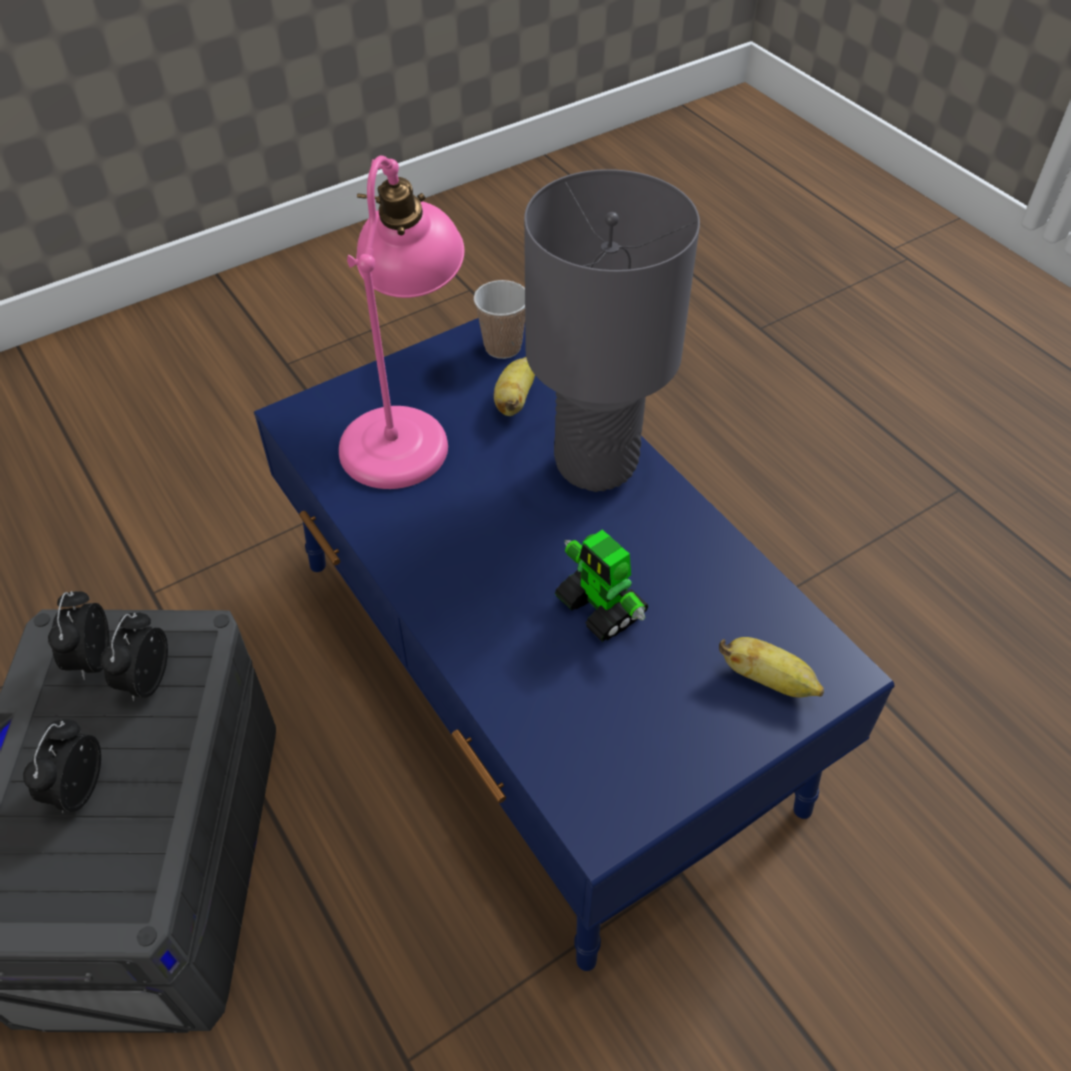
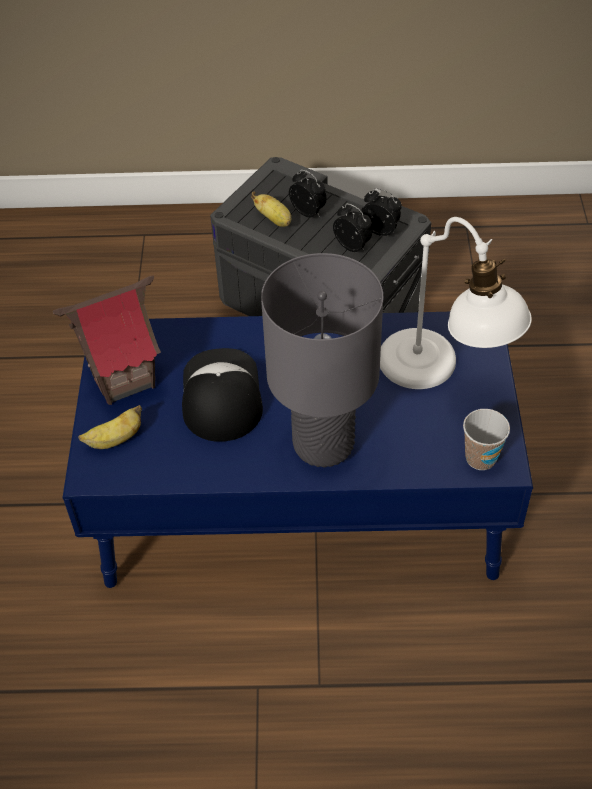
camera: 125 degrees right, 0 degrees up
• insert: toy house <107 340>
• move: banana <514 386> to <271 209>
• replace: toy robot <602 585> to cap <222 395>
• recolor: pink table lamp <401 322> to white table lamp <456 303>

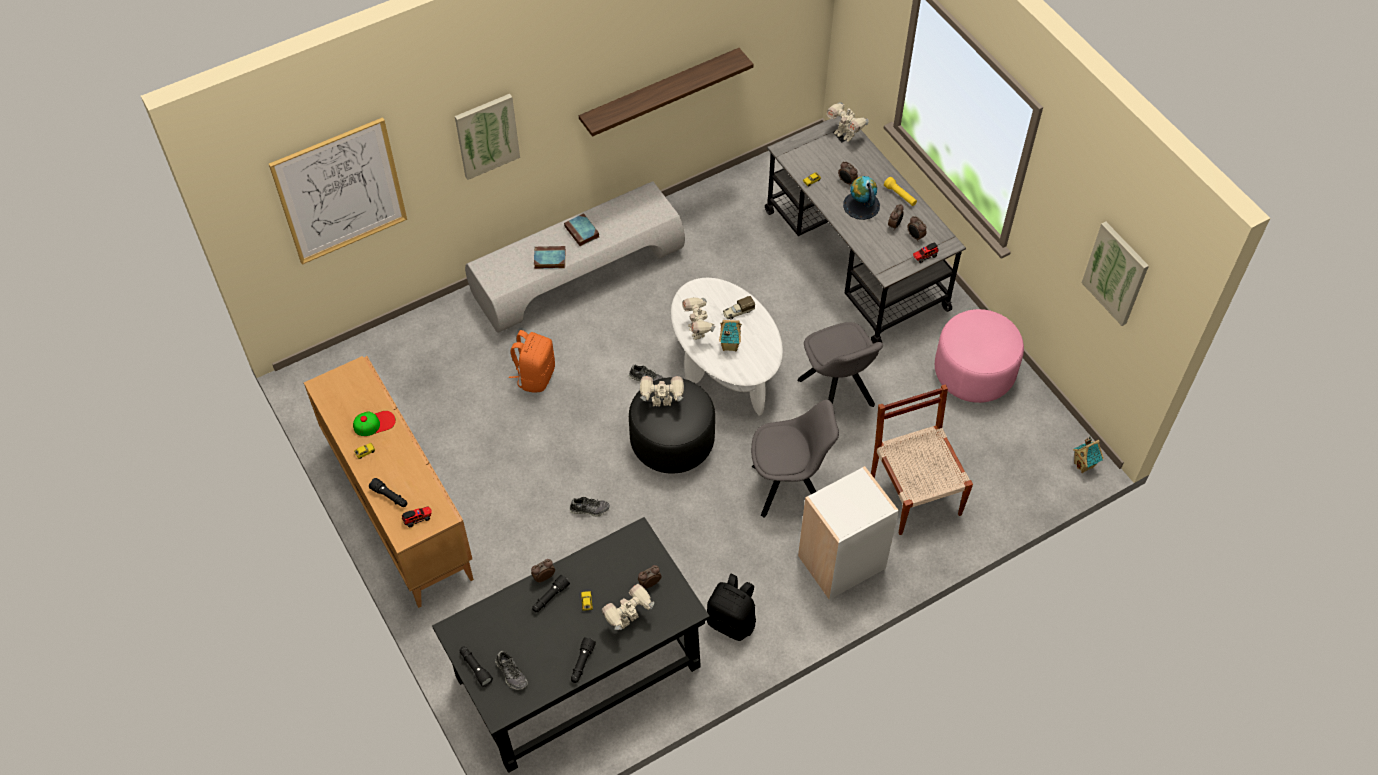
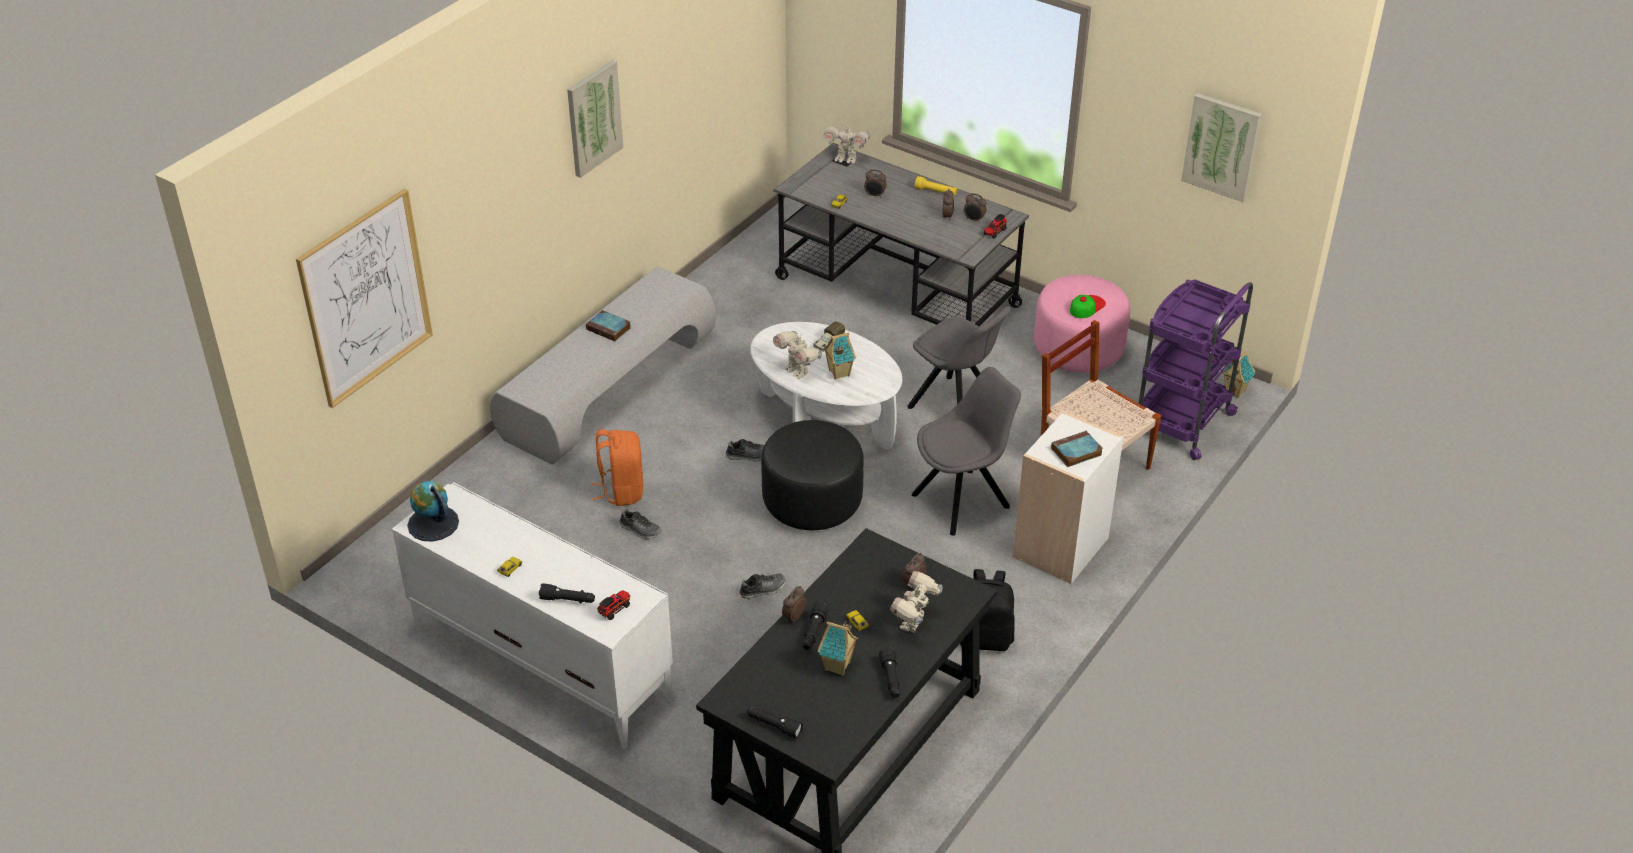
camera: 25 degrees left, 15 degrees down
• delete: shelf <666 92>
• delete: toy robot <662 391>
• insert: toy house <838 648>
• insert: purple cart <1194 369>
• move: cap <374 423> to <1088 306>
• move: picture <487 137> to <595 119>
• move: shoe <511 670> to <640 524>
• move: book <549 257> to <1077 449>
• move: globe <861 198> to <433 511>
• recolor: brown dresser <389 482> to white dresser <532 615>

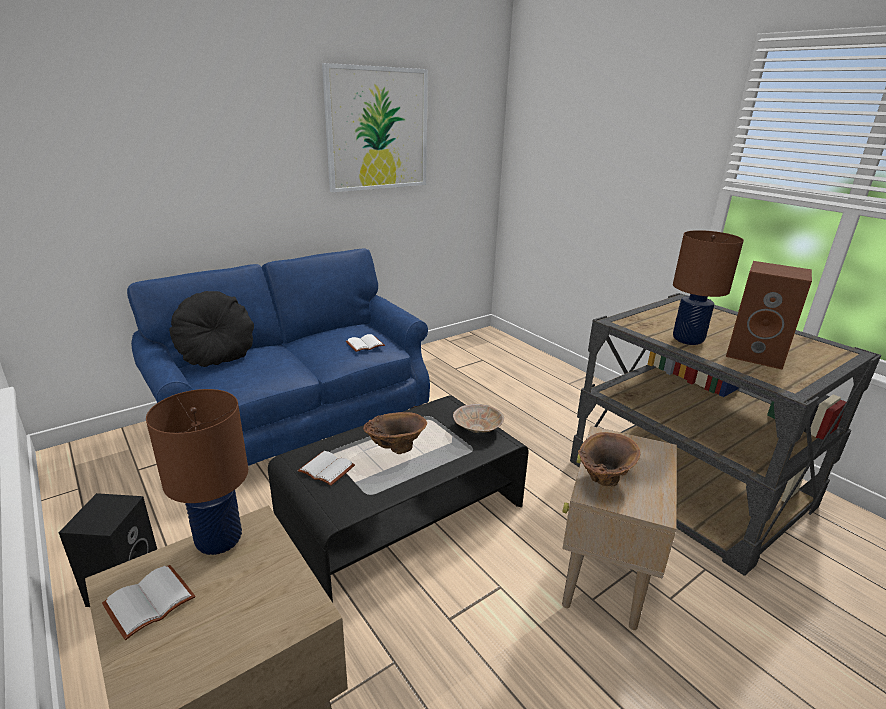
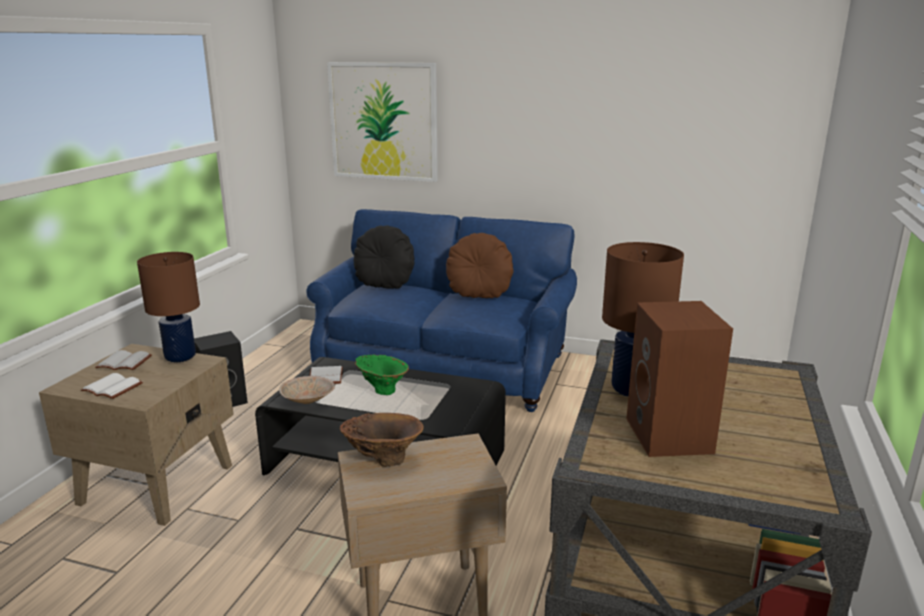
camera: 55 degrees right, 5 degrees down
• insert: brown pillow <479 265>
• move: picture <375 127> to <382 122>
• move: white book <365 343> to <112 386>
• move: beige bowl <478 418> to <307 390>
• recolor: brown vase <395 433> to green vase <382 374>

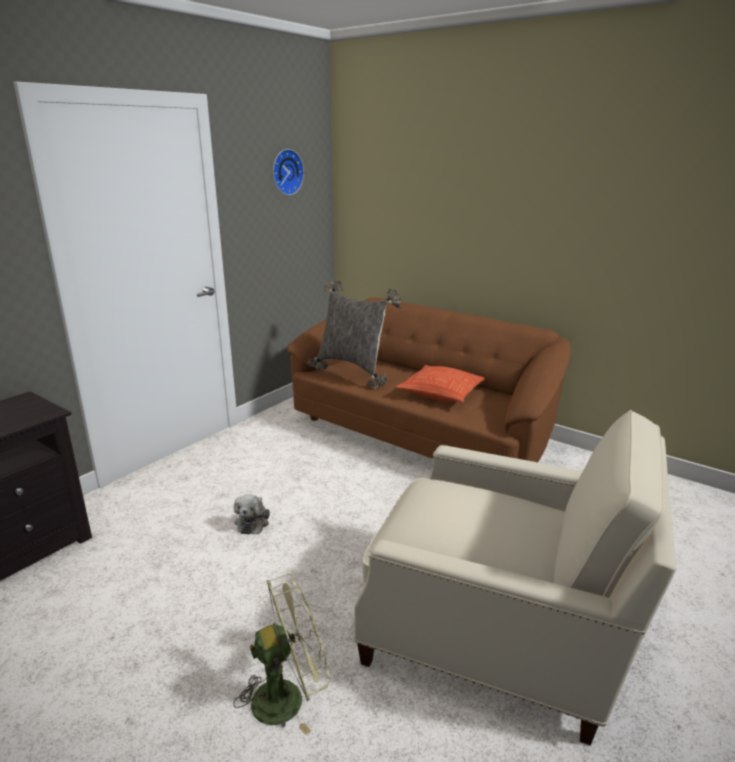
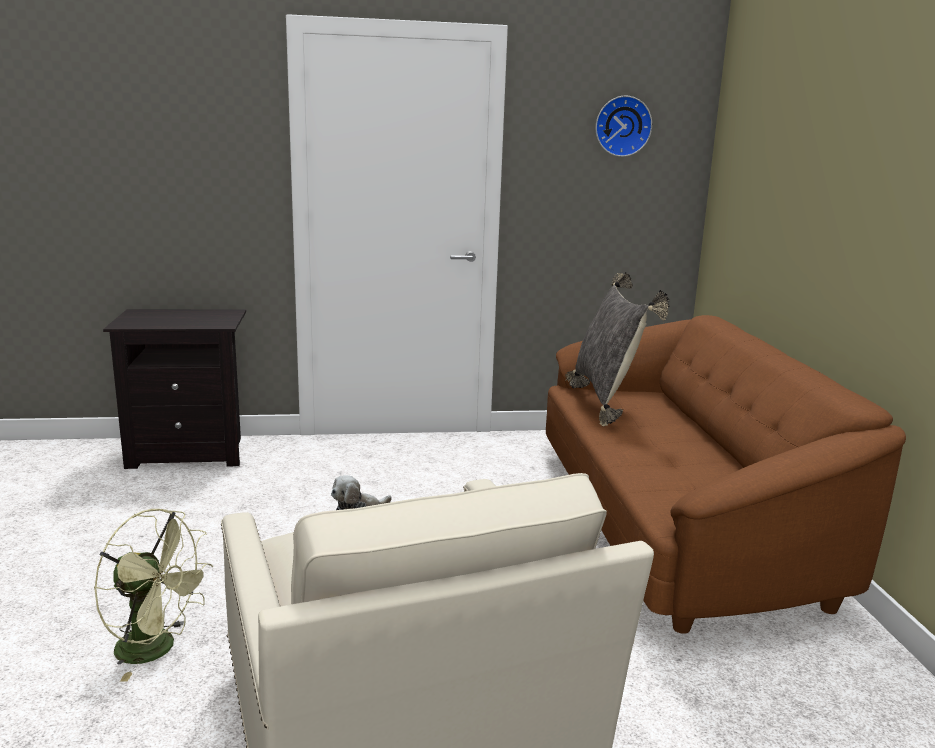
camera: 45 degrees right, 5 degrees down
• delete: orange pillow <440 384>

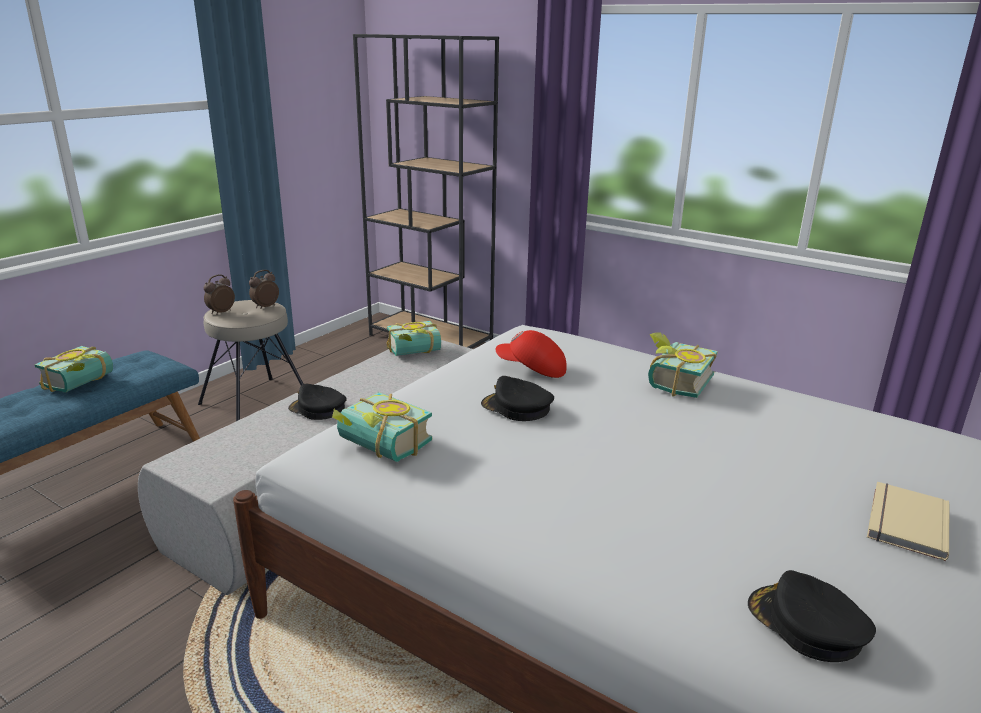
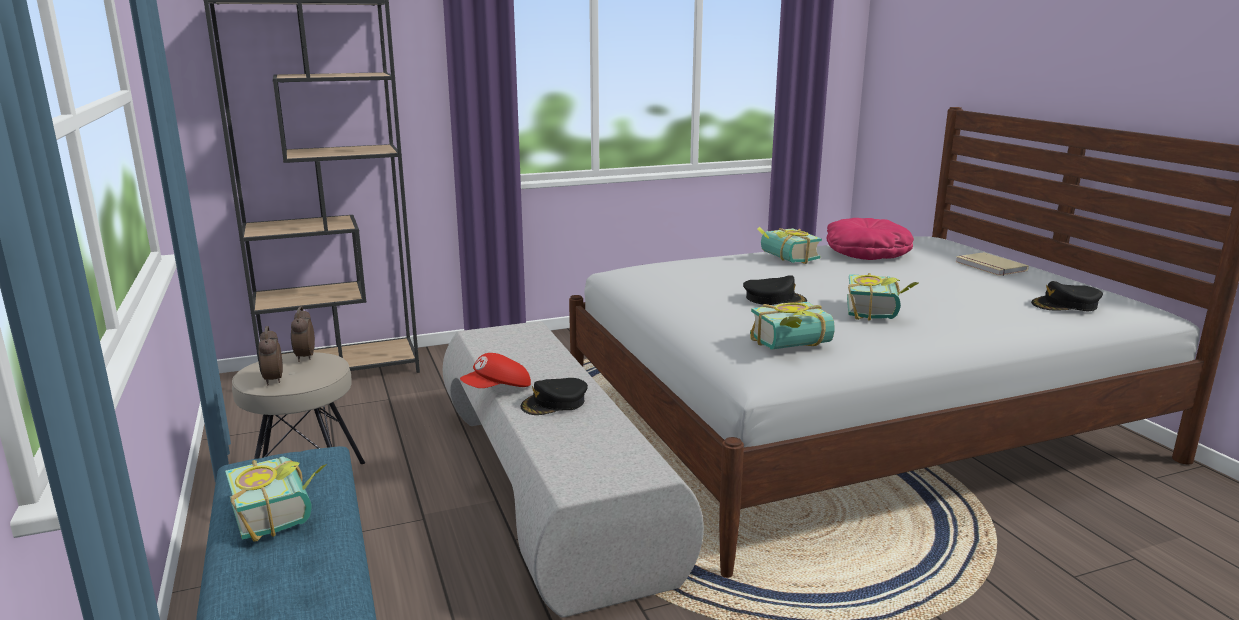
camera: 55 degrees left, 5 degrees down
• insert: pink pillow <870 239>
• move: book <414 338> to <883 297>
• move: red cap <531 354> to <495 370>
• rotate: black cap <517 398> = <775 290> 150 degrees counterclockwise

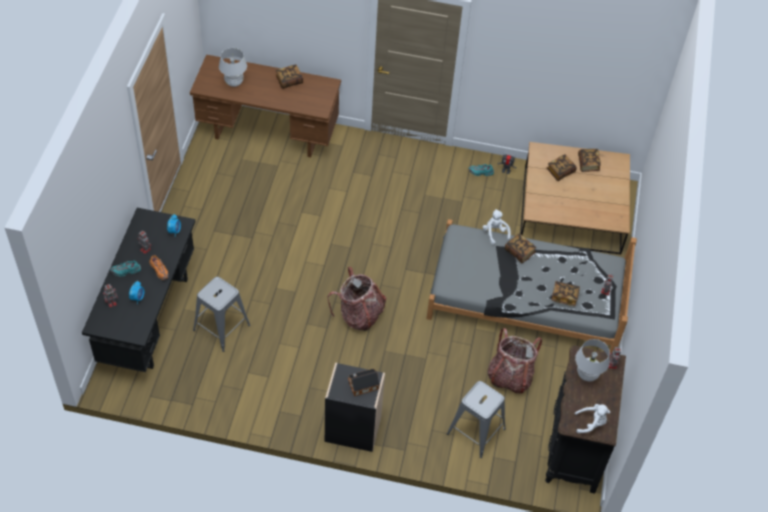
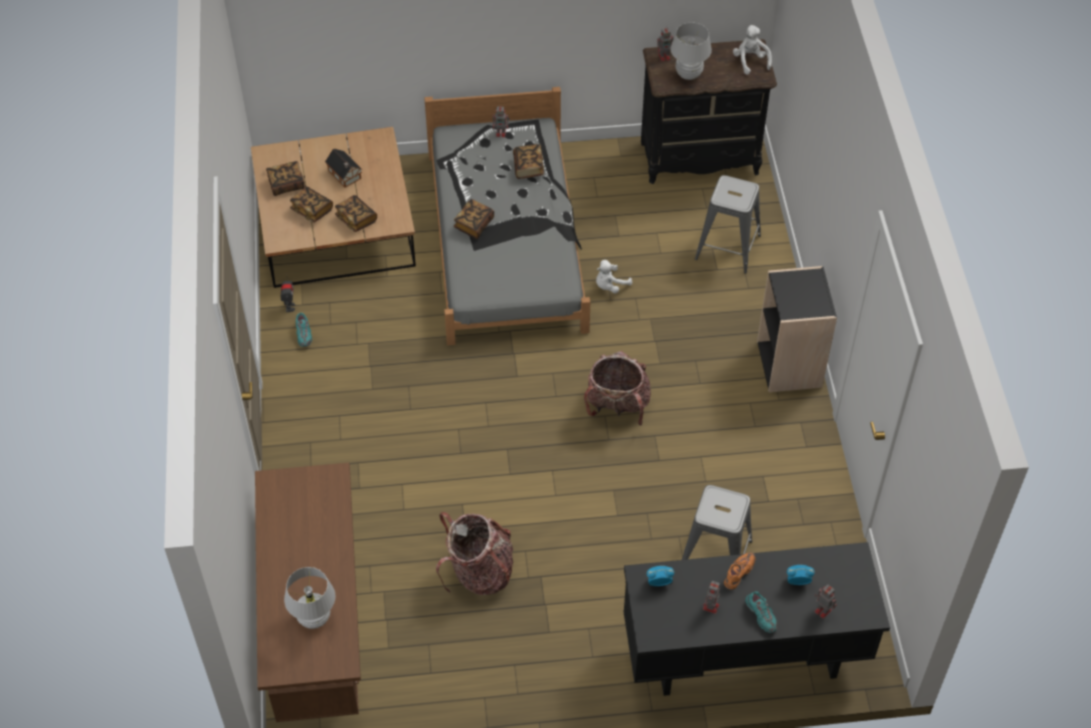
camera: 105 degrees left, 0 degrees up
• move: book <289 77> to <356 213>
• move: toy house <364 382> to <343 168>
• move: white plush toy <497 227> to <614 277>
• move: backpack <514 361> to <474 553>

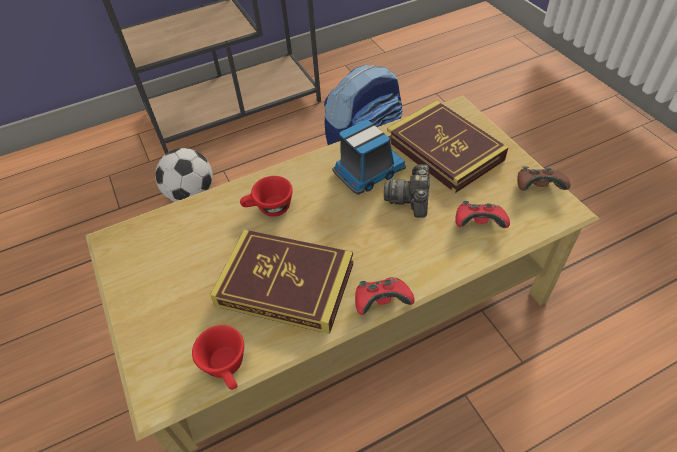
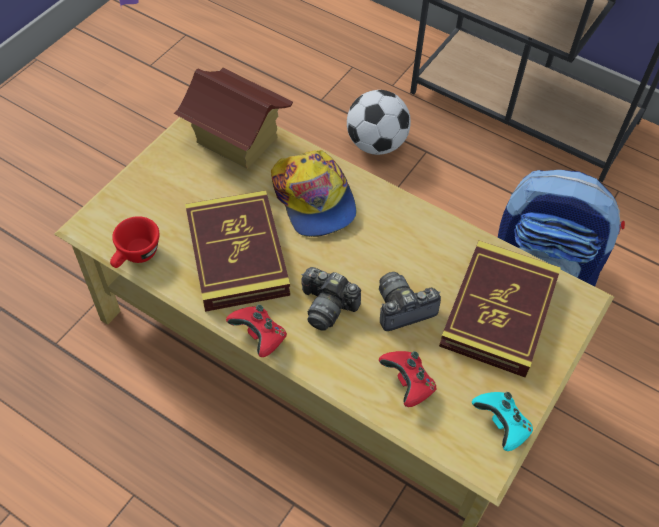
camera: 55 degrees right, 5 degrees up
• delete: toy truck <369 157>
• insert: toy house <233 118>
• insert: photo camera <331 299>
• replace: red cup <266 196> to cap <314 193>
• recolor: brown game controller <544 178> to turquoise game controller <502 421>

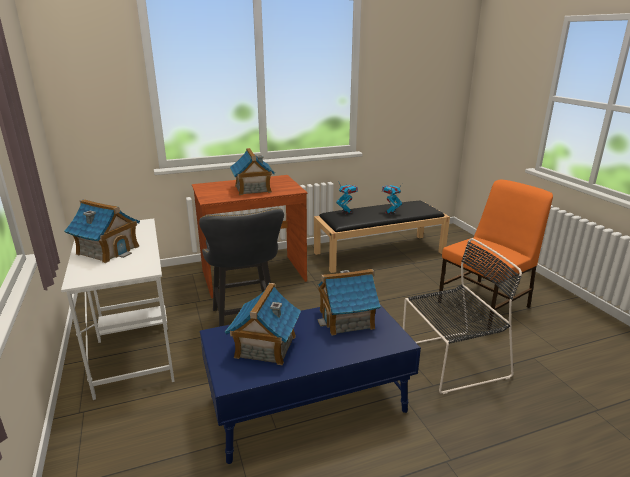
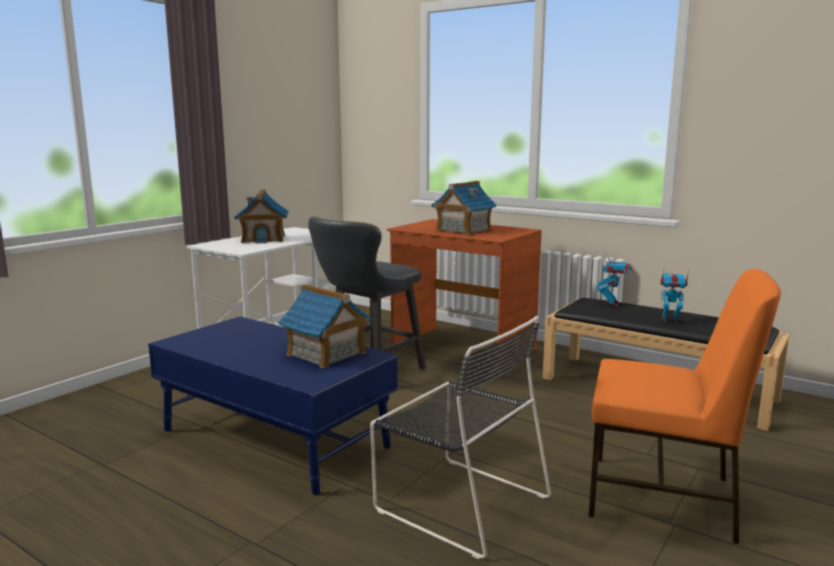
camera: 55 degrees right, 10 degrees down
• delete: toy house <263 324>

